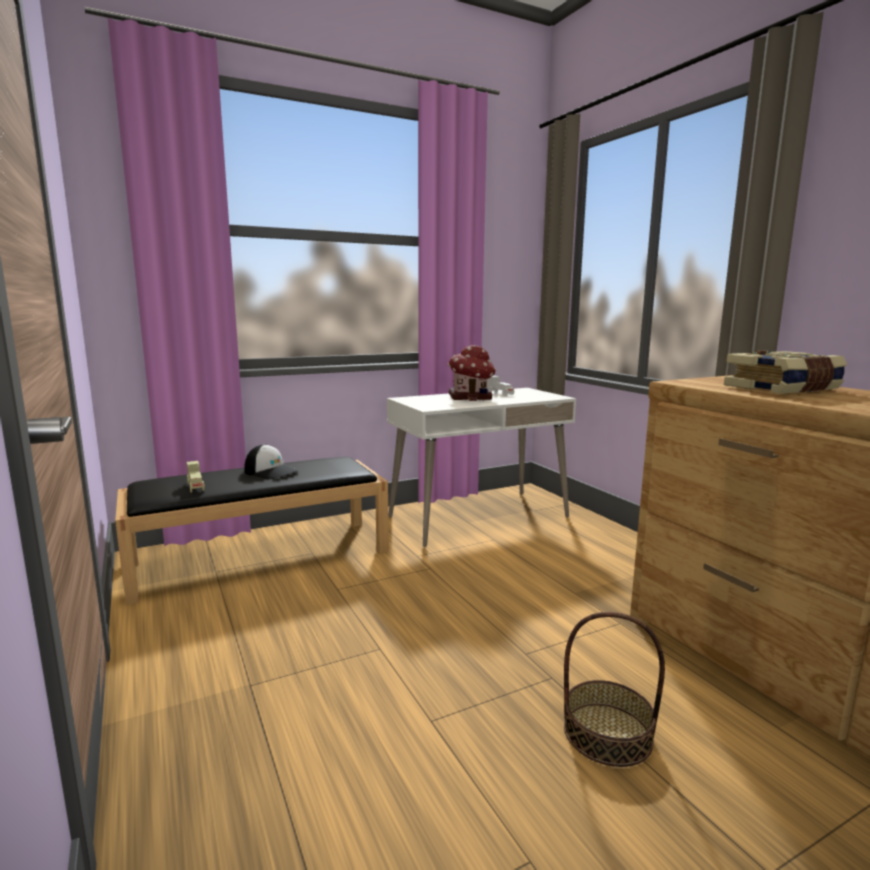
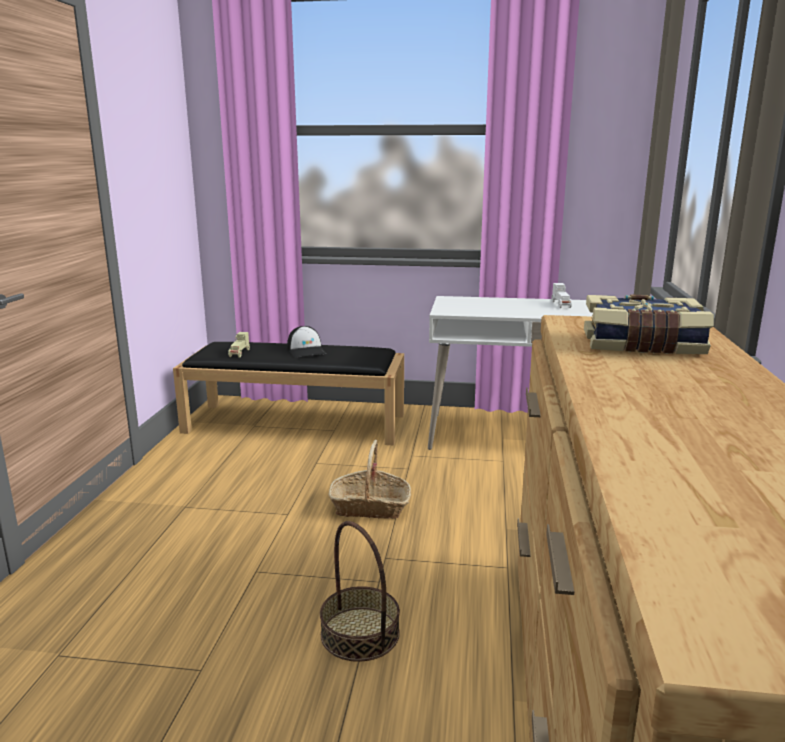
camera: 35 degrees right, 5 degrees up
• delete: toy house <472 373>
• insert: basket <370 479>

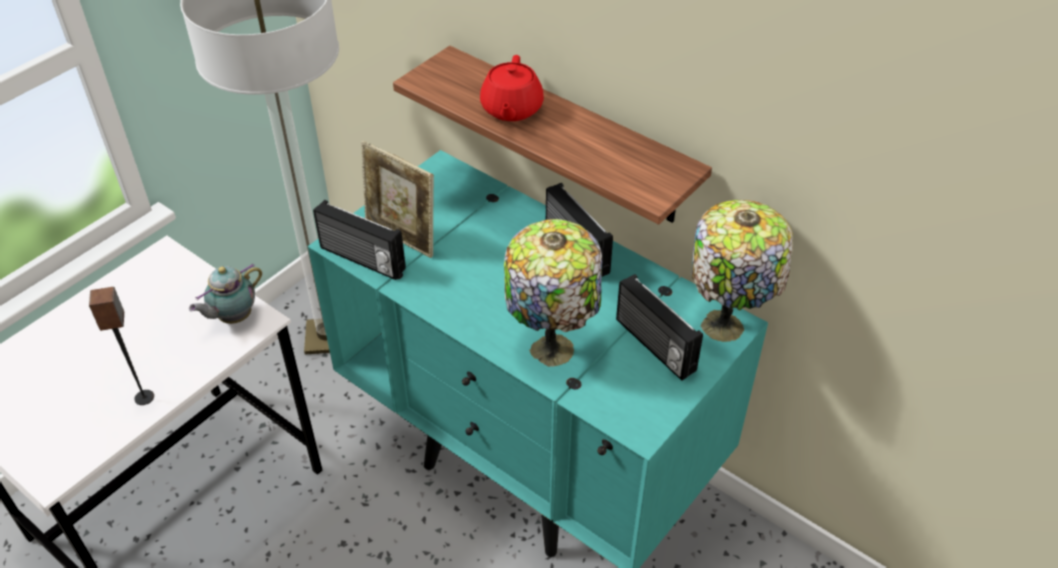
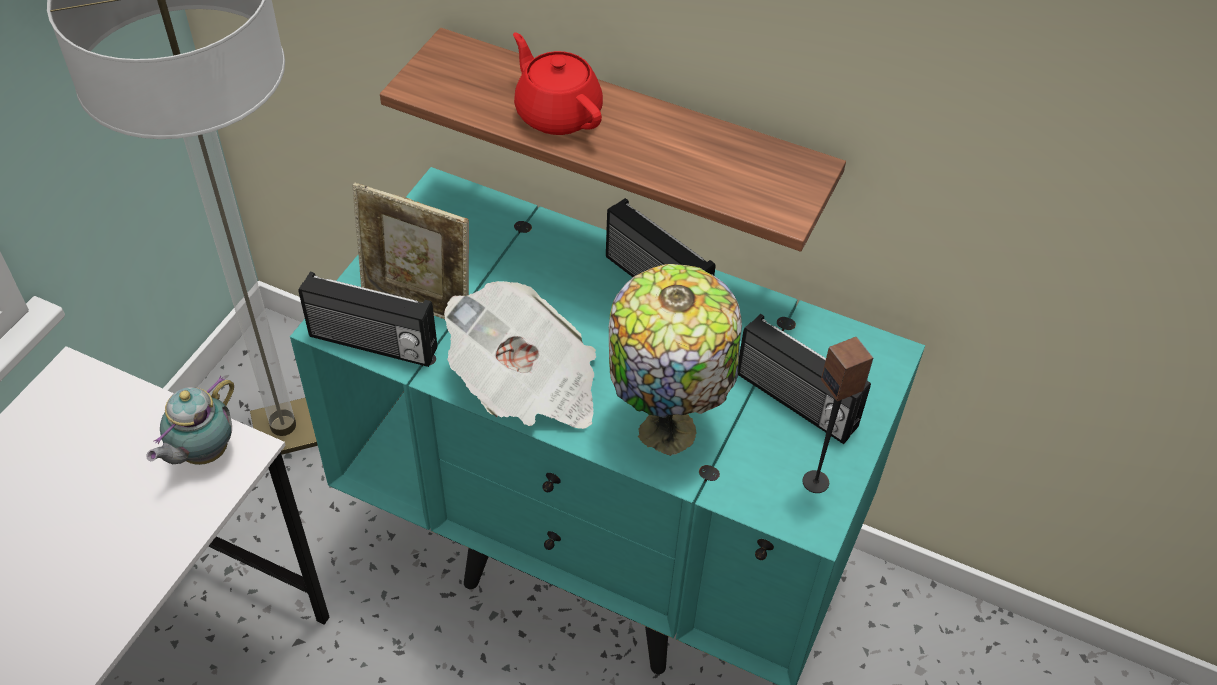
camera: 15 degrees left, 5 degrees up
• delete: table lamp <742 271>
• insert: newspaper <520 355>
• move: speaker <121 346> to <837 415>
• rotate: red teapot <512 88> = <558 84> 150 degrees clockwise

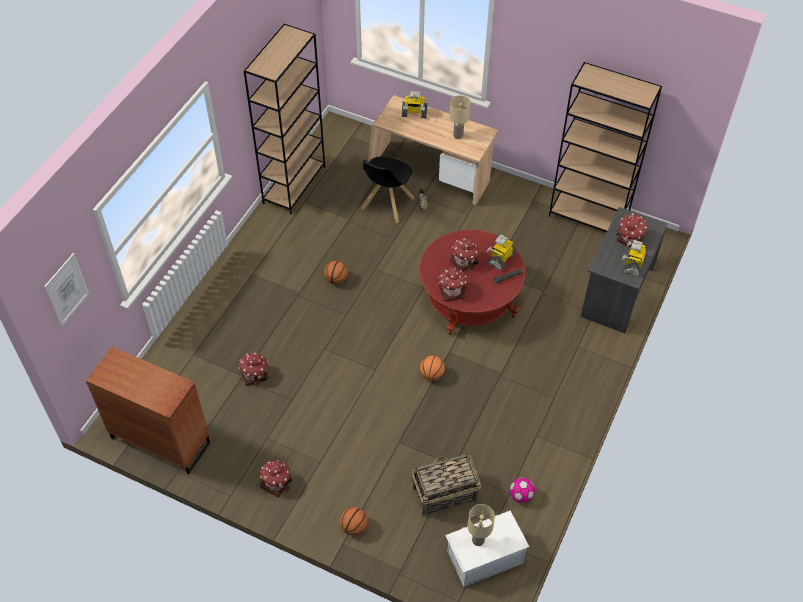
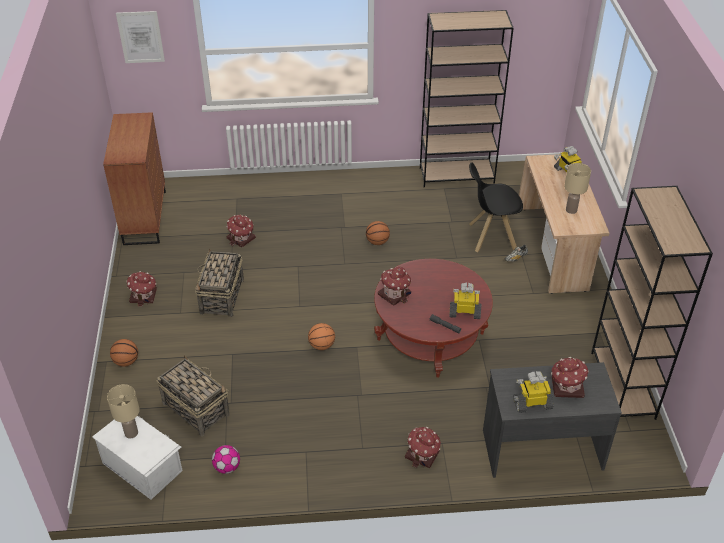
camera: 60 degrees right, 10 degrees down
• insert: basket <219 282>
• move: toy house <464 255> to <423 447>

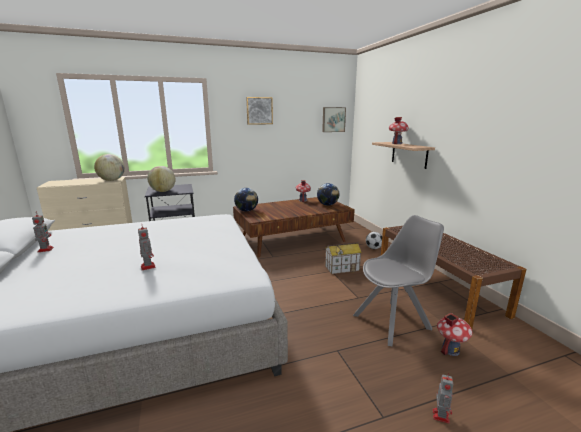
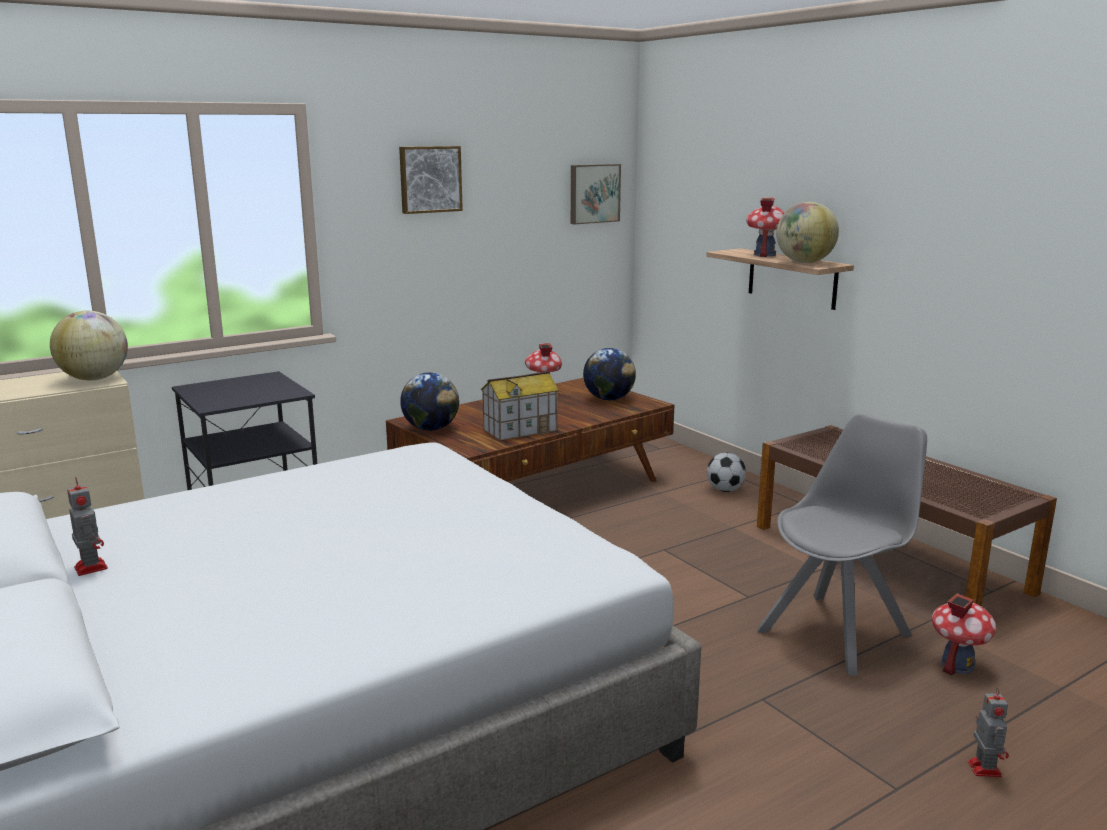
camera: 15 degrees left, 0 degrees up
• delete: toy robot <147 248>
• move: globe <161 179> to <807 232>
• move: toy house <343 258> to <520 406>

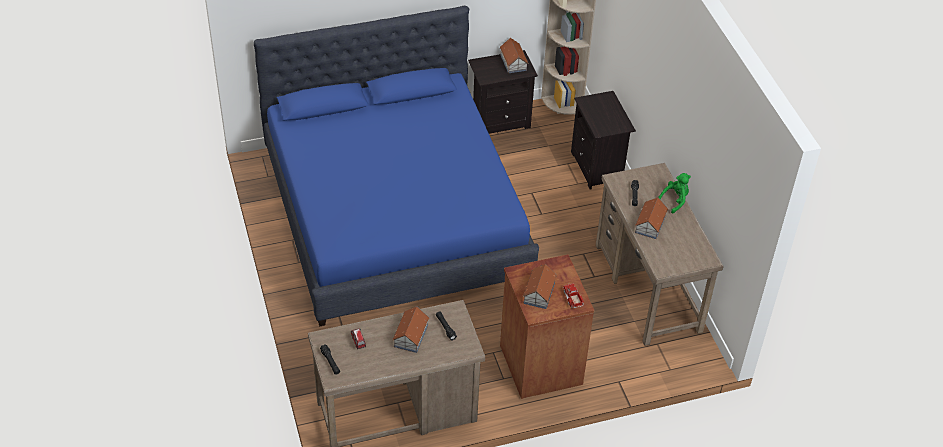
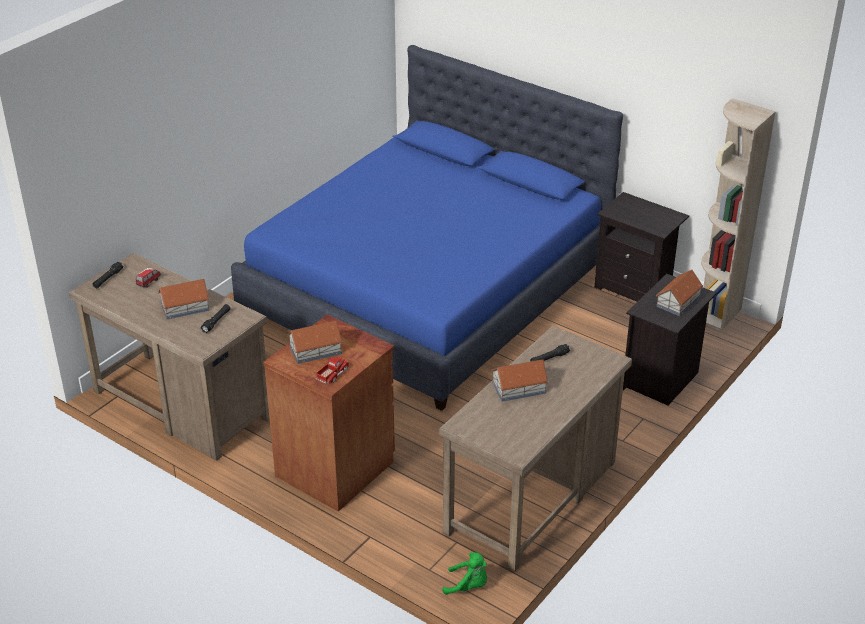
camera: 55 degrees right, 10 degrees down
• move: toy house <514 55> to <679 293>
• move: green plush toy <674 193> to <465 573>

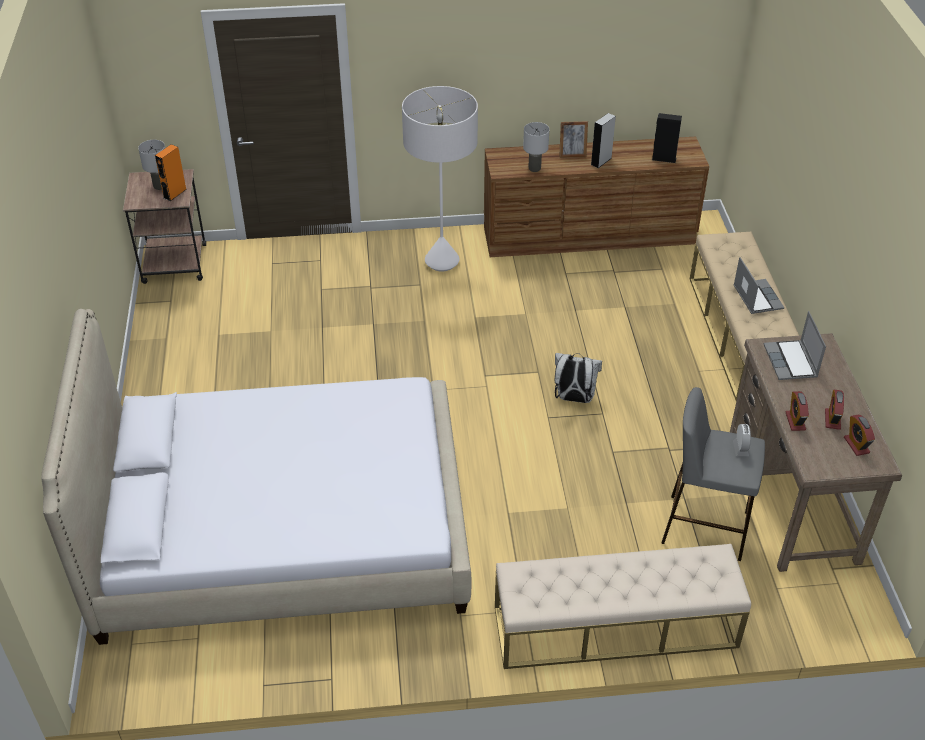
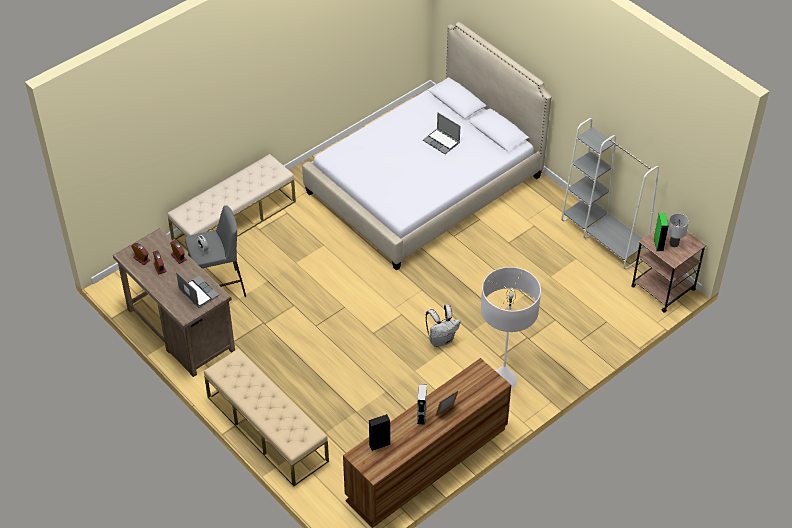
camera: 145 degrees right, 5 degrees up
• delete: white table lamp <536 147>
• insert: grey clothes rack <610 193>
• move: white backpack <578 378> to <443 326>
• move: laptop <758 285> to <441 133>
• recolor: orange speaker <171 172> to green speaker <661 232>

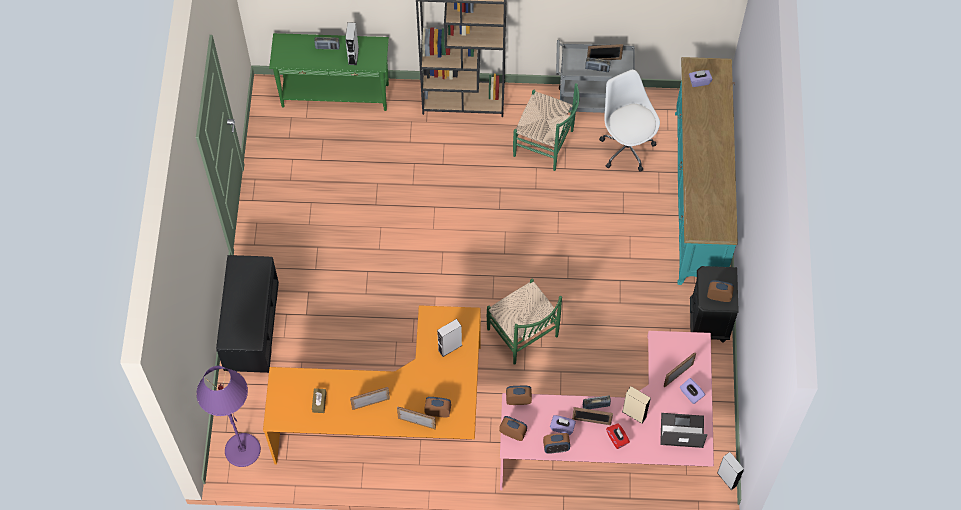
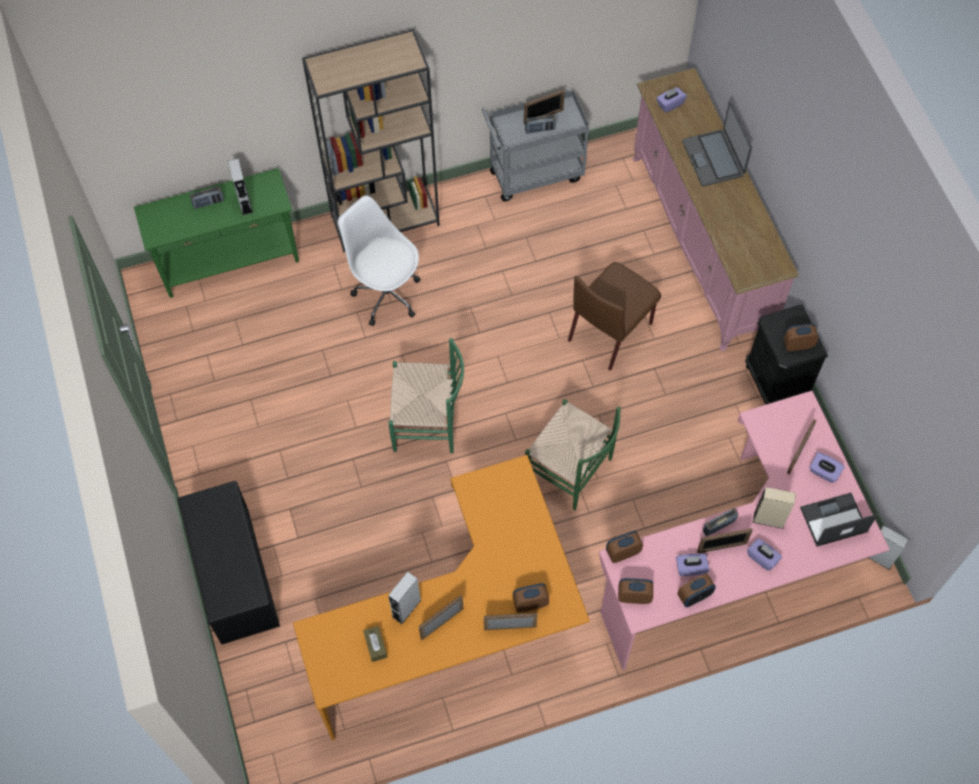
camera: 20 degrees left, 0 degrees up
• delete: purple floor lamp <228 416>
• insert: brown chair <614 316>
• insert: laptop <717 144>
• move: grey speaker <449 338> to <404 598>
• move: green chair <546 127> to <426 395>
• move: white office chair <630 120> to <379 261>
• recolor: red tissue box <618 436> to purple tissue box <764 554>
• recolor: turquoise cabinet <706 171> to pink cabinet <716 209>

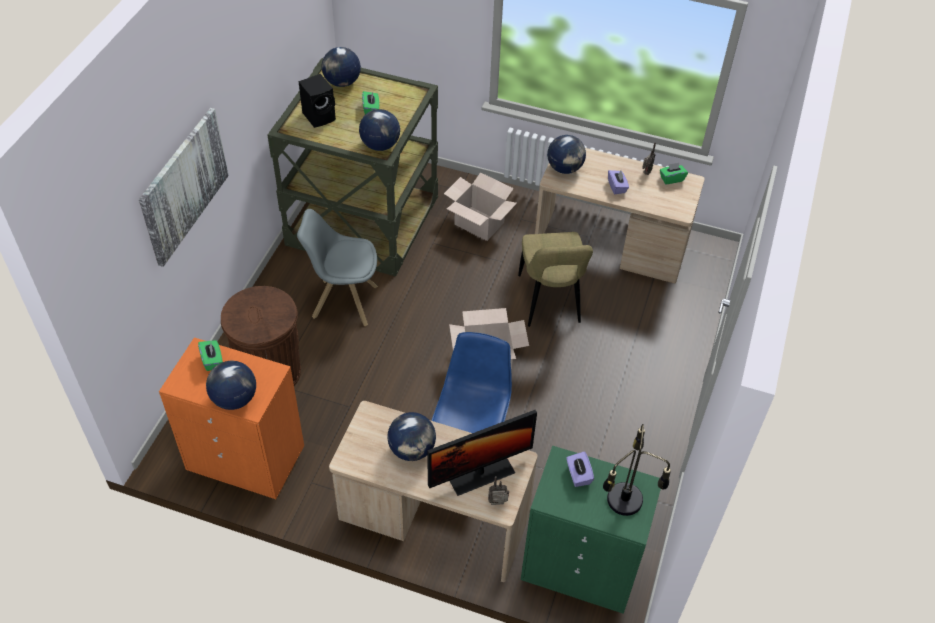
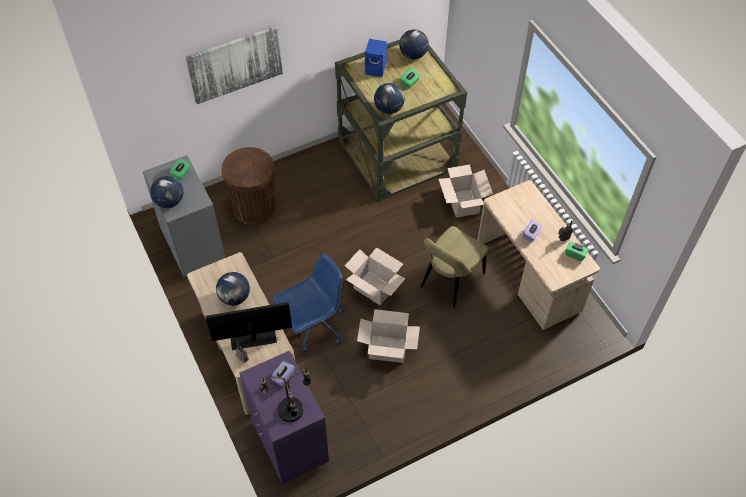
camera: 45 degrees right, 5 degrees up
• delete: grey chair <337 267>
• delete: globe <566 154>
• insert: cardboard box <388 336>
• recolor: orange cabinet <231 418> to grey cabinet <184 216>
• recolor: black speaker <317 101> to blue speaker <376 58>
• recolor: green cabinet <591 529> to purple cabinet <284 417>
• rotate: monitor <482 453> = <249 326> 150 degrees clockwise

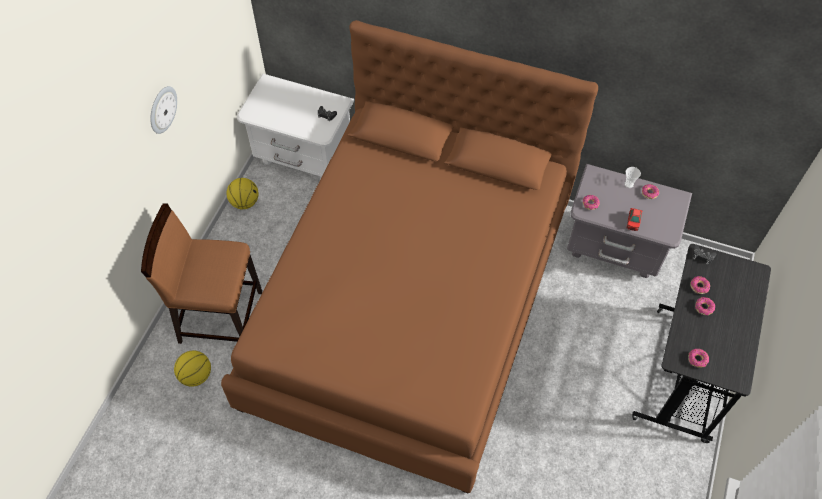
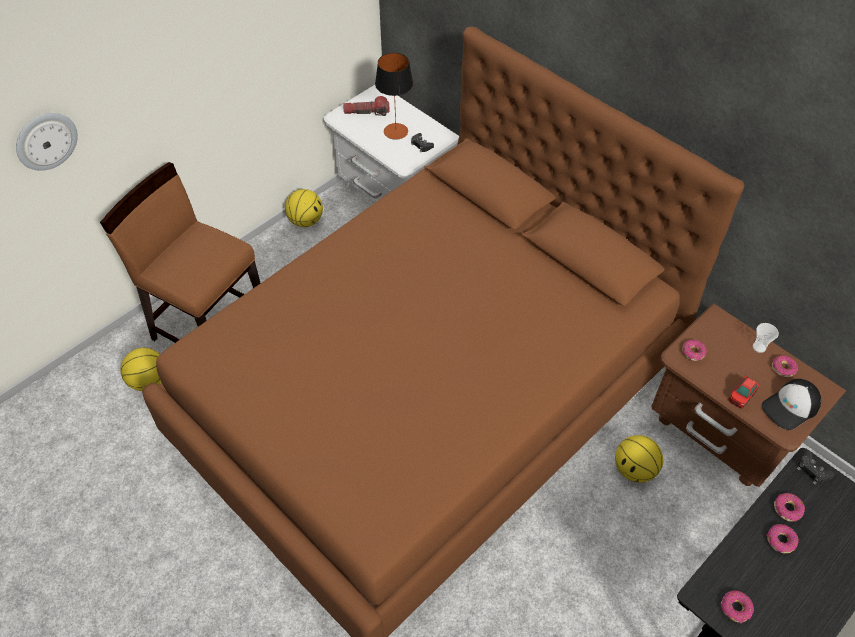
camera: 25 degrees right, 5 degrees down
• insert: flashlight <366 106>
• insert: table lamp <394 96>
• insert: basketball <639 459>
• insert: cap <791 404>
• move: wall clock <163 110> to <47 142>
• recolor: grey nightstand <629 221> to brown nightstand <748 395>

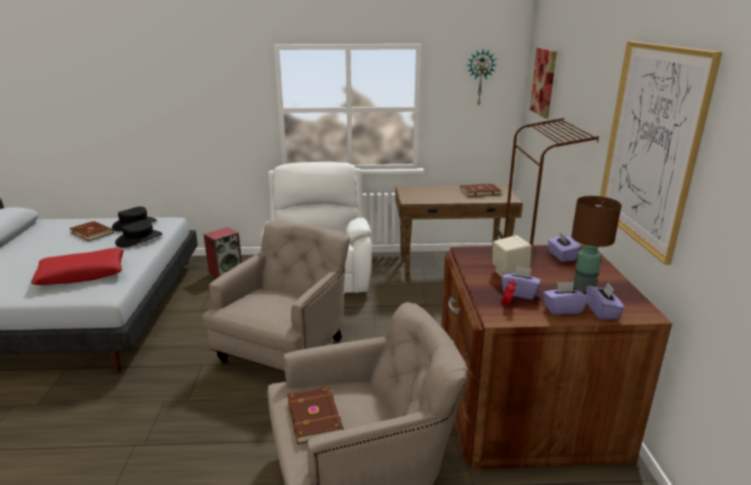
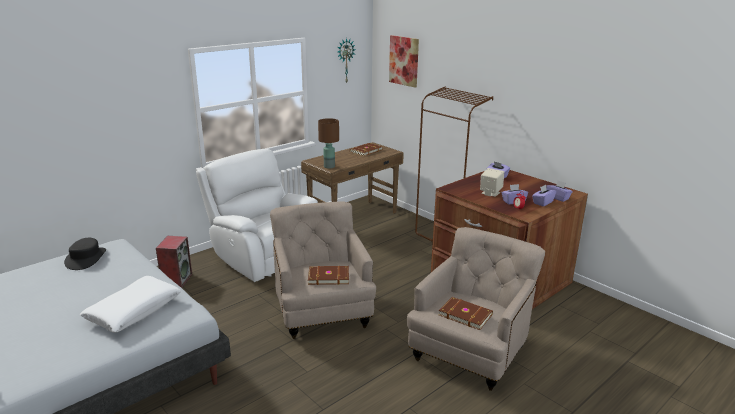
camera: 40 degrees left, 0 degrees up
• delete: black hat <139 234>
• delete: picture <661 153>
• move: brown book <92 231> to <328 275>
• move: brown table lamp <596 244> to <328 143>
• recolor: red pillow <77 266> to white pillow <130 304>

